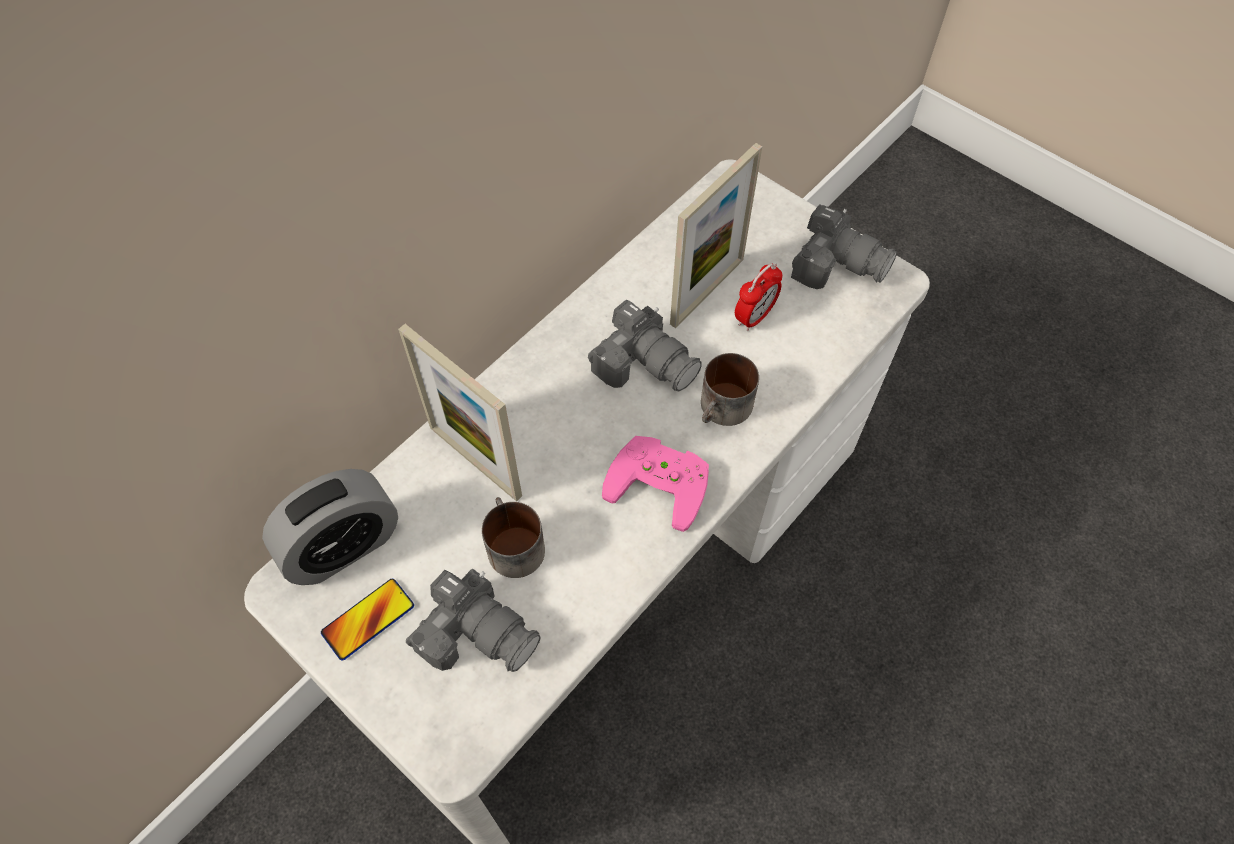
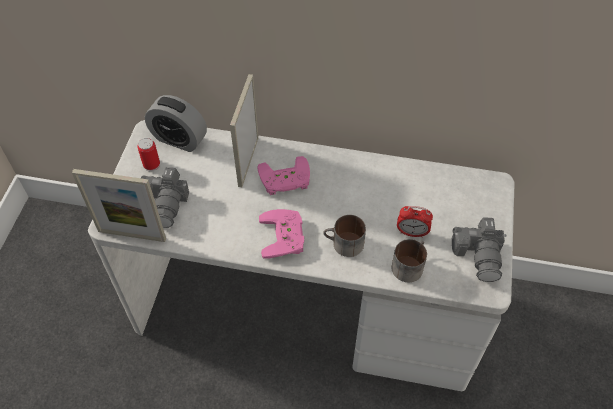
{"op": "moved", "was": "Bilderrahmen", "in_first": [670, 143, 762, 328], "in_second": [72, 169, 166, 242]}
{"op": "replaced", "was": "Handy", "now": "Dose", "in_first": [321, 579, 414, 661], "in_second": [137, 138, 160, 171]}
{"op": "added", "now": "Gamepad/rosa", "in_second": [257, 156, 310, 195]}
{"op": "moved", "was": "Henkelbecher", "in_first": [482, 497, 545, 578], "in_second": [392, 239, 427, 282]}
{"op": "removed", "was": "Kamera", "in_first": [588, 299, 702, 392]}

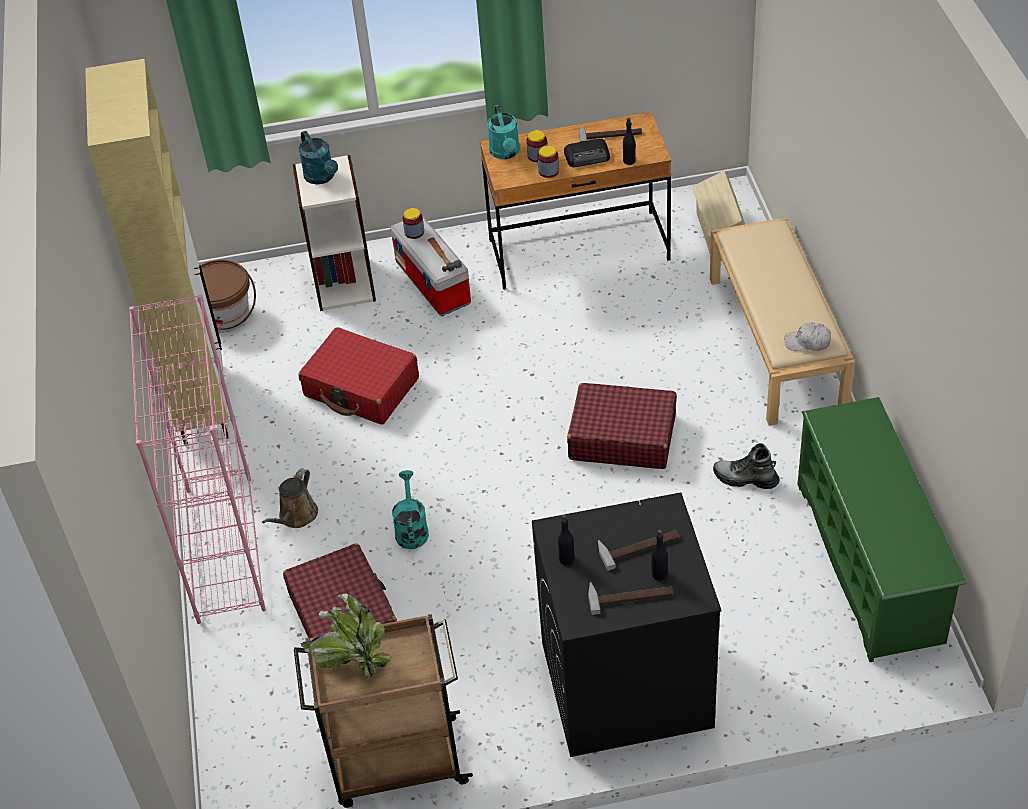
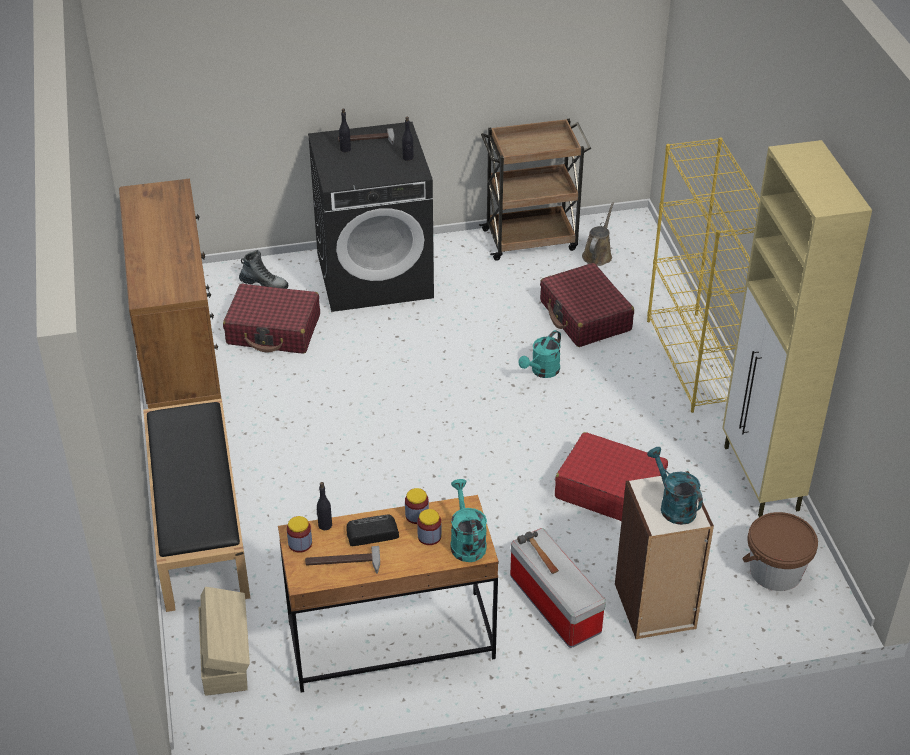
{"op": "replaced", "was": "Schuhregal/grün", "now": "Kommode/braun", "in_first": [797, 397, 966, 662], "in_second": [119, 179, 221, 409]}
{"op": "recoloured", "was": "Bank/beige", "now": "Bank/schwarz", "in_first": [710, 217, 855, 426], "in_second": [143, 399, 250, 612]}
{"op": "moved", "was": "Koffer/rot", "in_first": [567, 383, 677, 469], "in_second": [223, 284, 320, 354]}
{"op": "moved", "was": "Stiefel", "in_first": [713, 443, 780, 489], "in_second": [239, 250, 288, 289]}
{"op": "moved", "was": "Vorratsglas", "in_first": [402, 208, 424, 239], "in_second": [287, 516, 312, 553]}
{"op": "turned", "was": "Gießkanne/türkis", "in_first": [392, 470, 429, 549], "in_second": [518, 330, 561, 378], "clockwise": 45}
{"op": "moved", "was": "Gießkanne/braun", "in_first": [262, 468, 318, 528], "in_second": [582, 203, 614, 266]}
{"op": "recoloured", "was": "Bücherregal/rosa", "now": "Bücherregal/gelb", "in_first": [129, 294, 266, 624], "in_second": [647, 137, 760, 413]}
{"op": "removed", "was": "Topfpflanze", "in_first": [301, 594, 392, 678]}
{"op": "removed", "was": "Hammer", "in_first": [598, 530, 680, 571]}
{"op": "removed", "was": "Kappe/weiß", "in_first": [784, 322, 831, 351]}

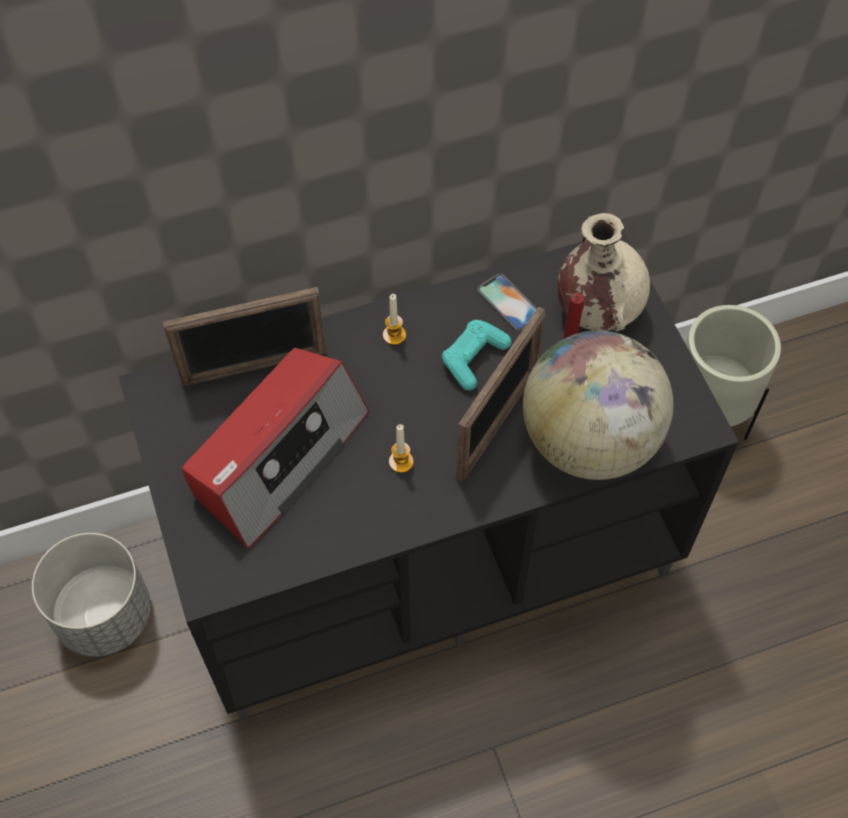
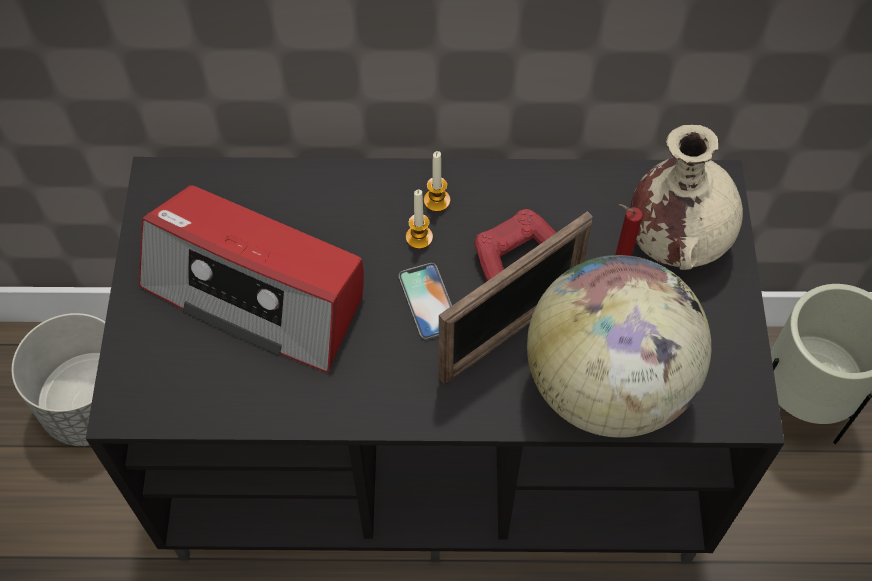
{"op": "turned", "was": "Radio", "in_first": [182, 348, 369, 549], "in_second": [139, 185, 364, 373], "clockwise": 60}
{"op": "moved", "was": "Handy", "in_first": [477, 274, 537, 331], "in_second": [399, 263, 452, 340]}
{"op": "moved", "was": "Kerze", "in_first": [389, 424, 414, 473], "in_second": [406, 190, 433, 249]}
{"op": "recoloured", "was": "Gamepad/türkis", "now": "Gamepad/rot", "in_first": [442, 320, 511, 390], "in_second": [475, 209, 556, 281]}
{"op": "removed", "was": "Bilderrahmen", "in_first": [163, 287, 326, 386]}

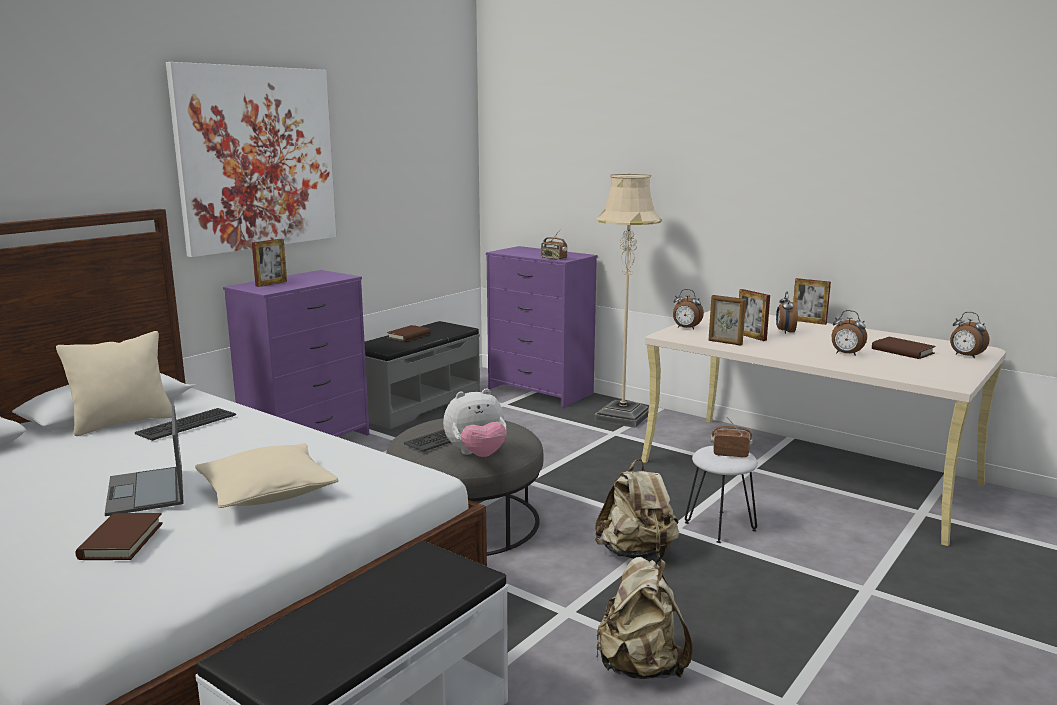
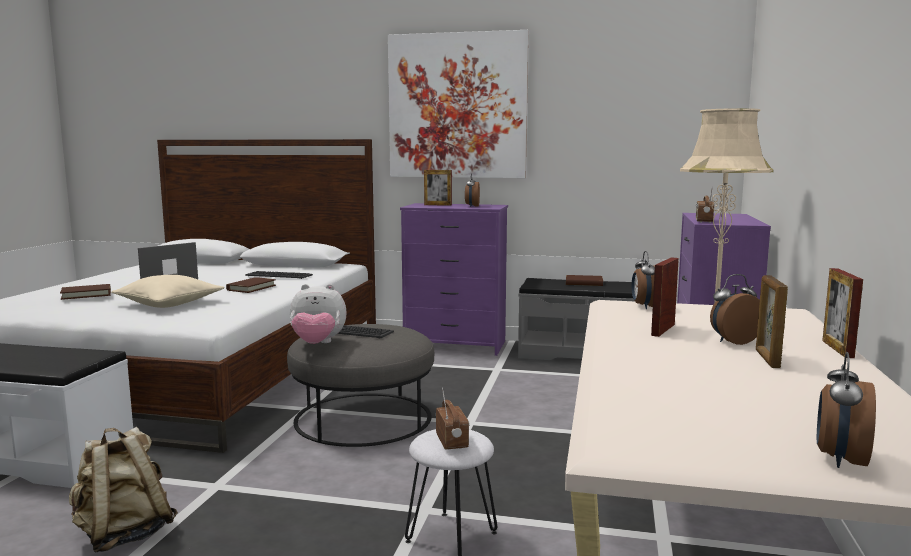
{"op": "moved", "was": "Buch/braun", "in_first": [872, 337, 936, 359], "in_second": [226, 277, 276, 293]}
{"op": "turned", "was": "Plüschtier", "in_first": [443, 388, 507, 457], "in_second": [290, 284, 347, 344], "clockwise": -45}
{"op": "moved", "was": "Wecker", "in_first": [832, 310, 867, 356], "in_second": [465, 173, 480, 207]}
{"op": "moved", "was": "Bilderrahmen", "in_first": [709, 295, 746, 345], "in_second": [756, 275, 788, 368]}
{"op": "removed", "was": "Kissen/beige", "in_first": [56, 331, 172, 436]}
{"op": "removed", "was": "Rucksack/beige", "in_first": [595, 459, 679, 559]}

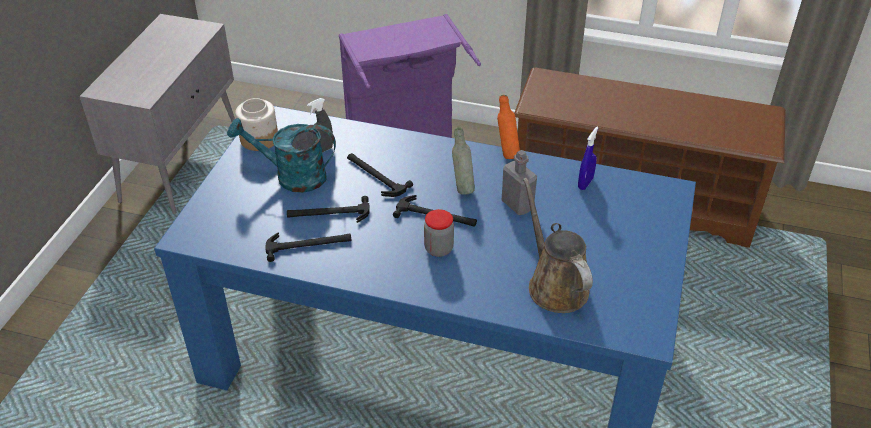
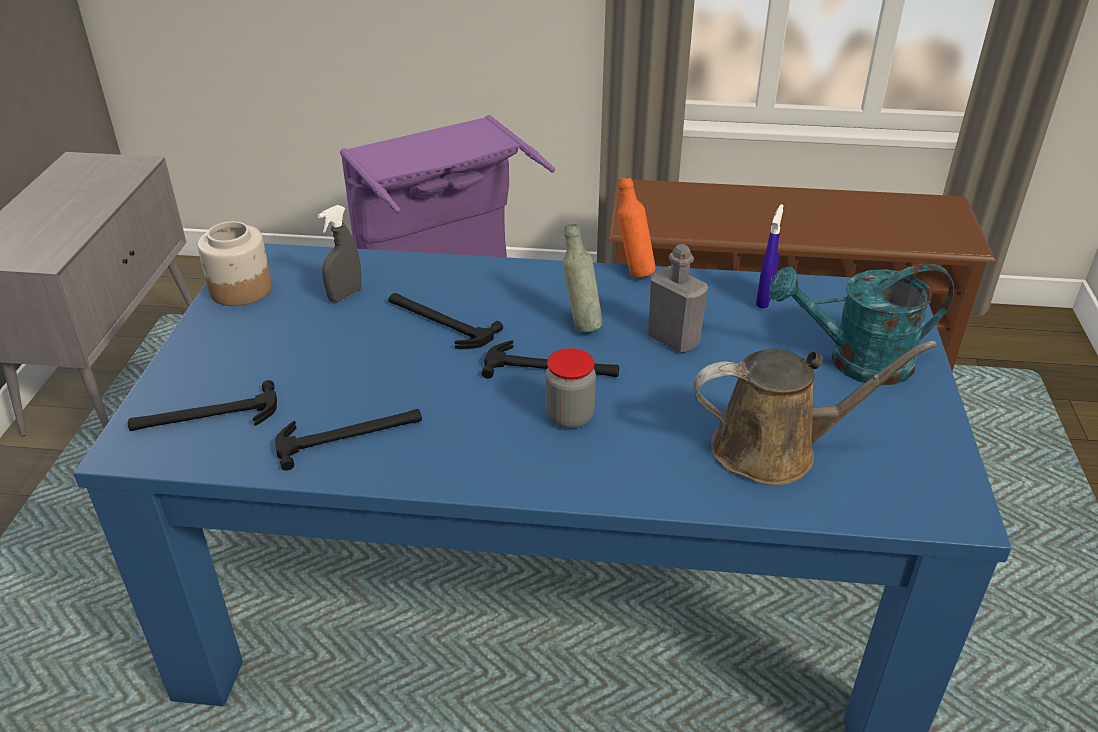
{"op": "moved", "was": "Hammer", "in_first": [287, 196, 370, 223], "in_second": [128, 380, 277, 431]}
{"op": "turned", "was": "Gießkanne/braun", "in_first": [523, 178, 593, 313], "in_second": [694, 341, 937, 486], "clockwise": 120}
{"op": "moved", "was": "Gießkanne/türkis", "in_first": [227, 118, 336, 193], "in_second": [769, 264, 954, 385]}

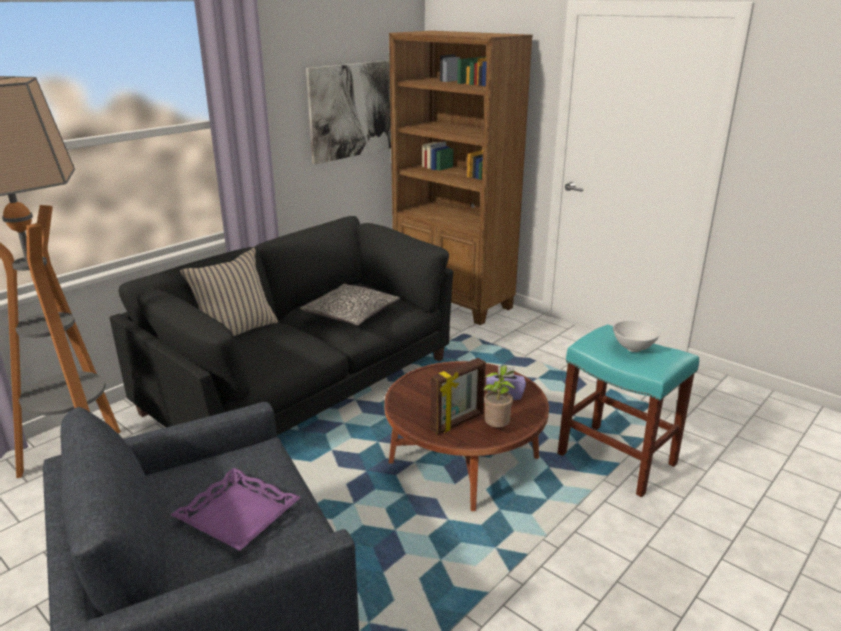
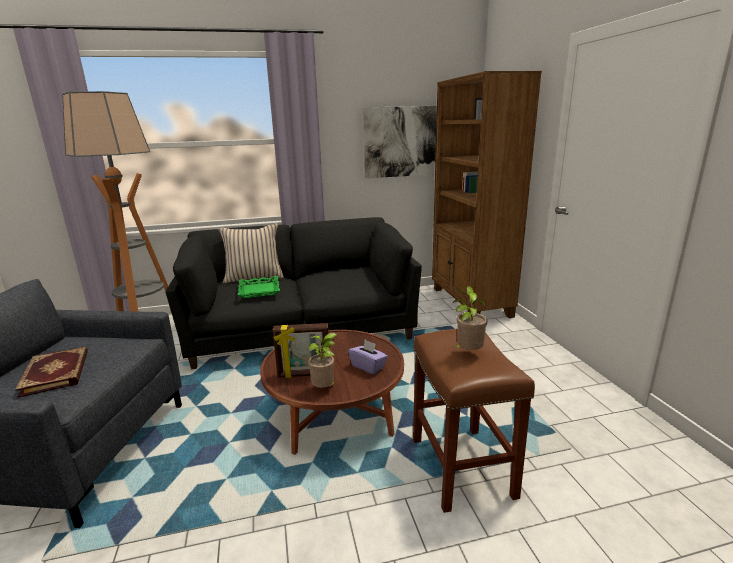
{"op": "replaced", "was": "Tablett/lila", "now": "Buch", "in_first": [170, 468, 301, 551], "in_second": [15, 347, 88, 398]}
{"op": "added", "now": "Tablett/grün", "in_second": [237, 276, 280, 298]}
{"op": "recoloured", "was": "Hocker/türkis", "now": "Hocker/braun", "in_first": [558, 324, 699, 497], "in_second": [413, 329, 535, 513]}
{"op": "replaced", "was": "Schüssel/weiß", "now": "Topfpflanze", "in_first": [613, 320, 660, 352], "in_second": [453, 286, 487, 350]}
{"op": "removed", "was": "Kissen", "in_first": [300, 284, 400, 326]}

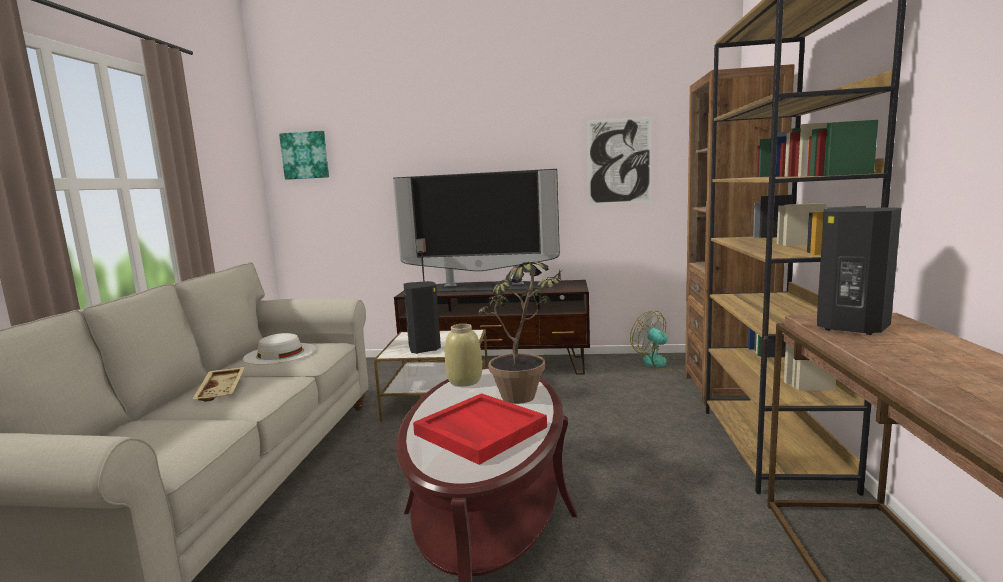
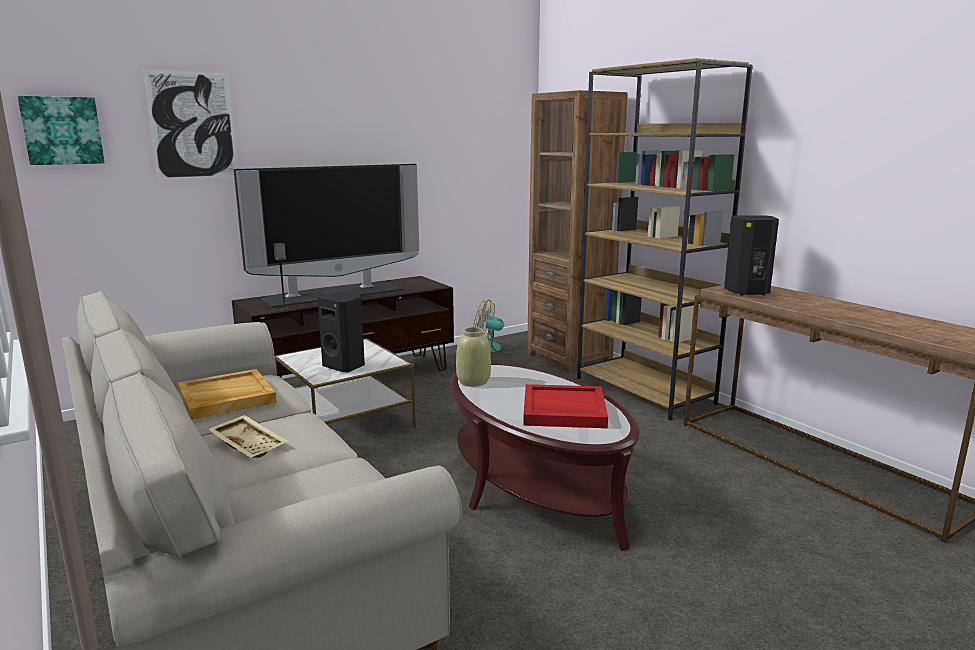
{"op": "moved", "was": "Bild", "in_first": [587, 116, 651, 205], "in_second": [143, 70, 237, 180]}
{"op": "replaced", "was": "Hut/weiß", "now": "Tablett/beige", "in_first": [243, 333, 316, 365], "in_second": [178, 369, 277, 420]}
{"op": "removed", "was": "Topfpflanze", "in_first": [478, 262, 563, 404]}

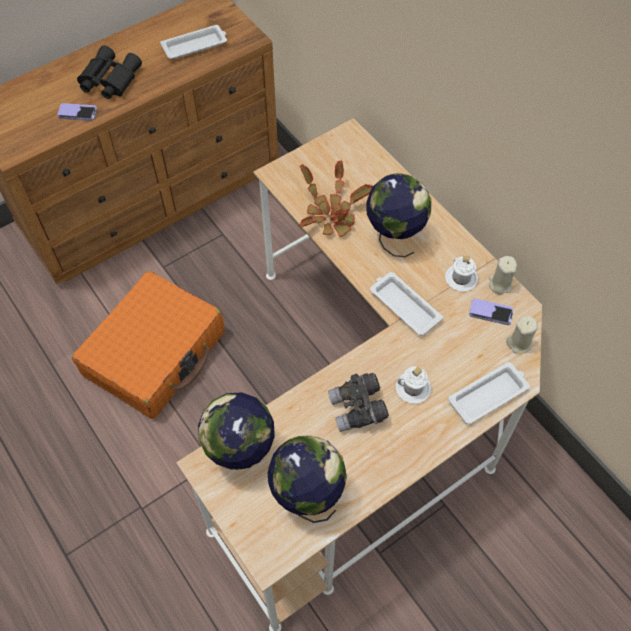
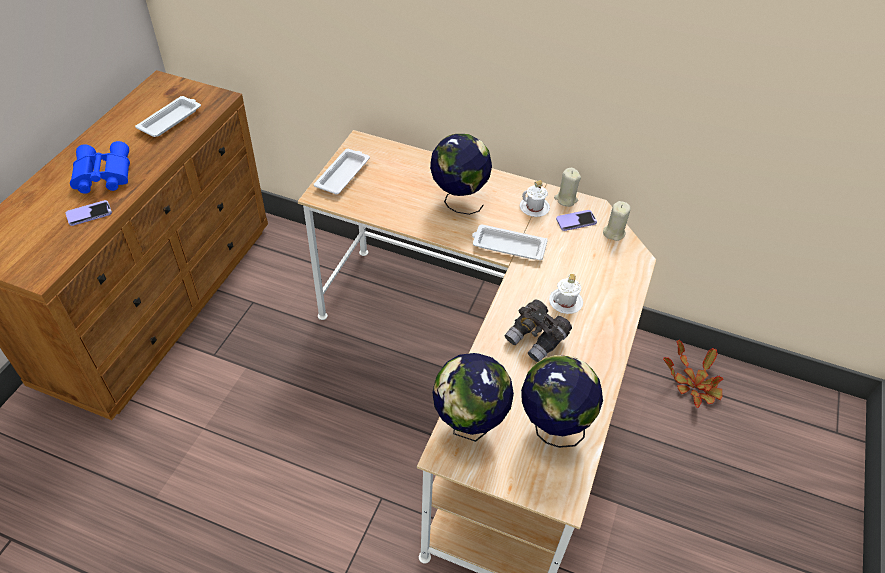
{"op": "recoloured", "was": "Fernglas/schwarz", "now": "Fernglas/blau", "in_first": [77, 45, 142, 99], "in_second": [70, 141, 130, 194]}
{"op": "moved", "was": "Tablett/weiß", "in_first": [448, 362, 530, 424], "in_second": [314, 149, 370, 194]}
{"op": "moved", "was": "Topfpflanze", "in_first": [299, 160, 373, 237], "in_second": [663, 340, 723, 408]}
{"op": "removed", "was": "Koffer/orange", "in_first": [72, 271, 225, 419]}

